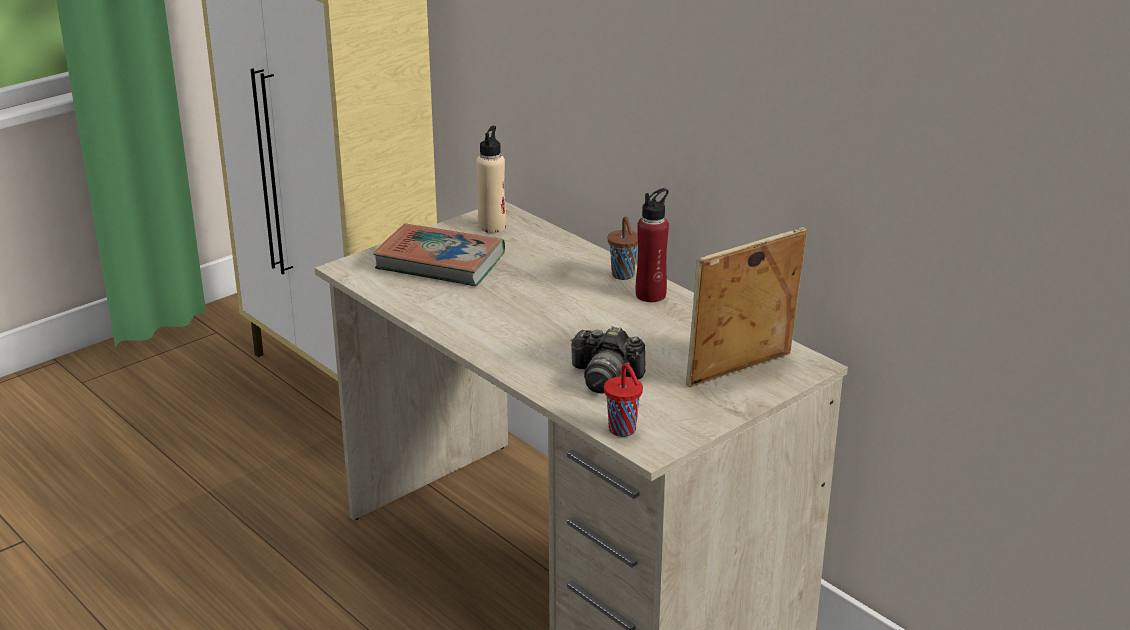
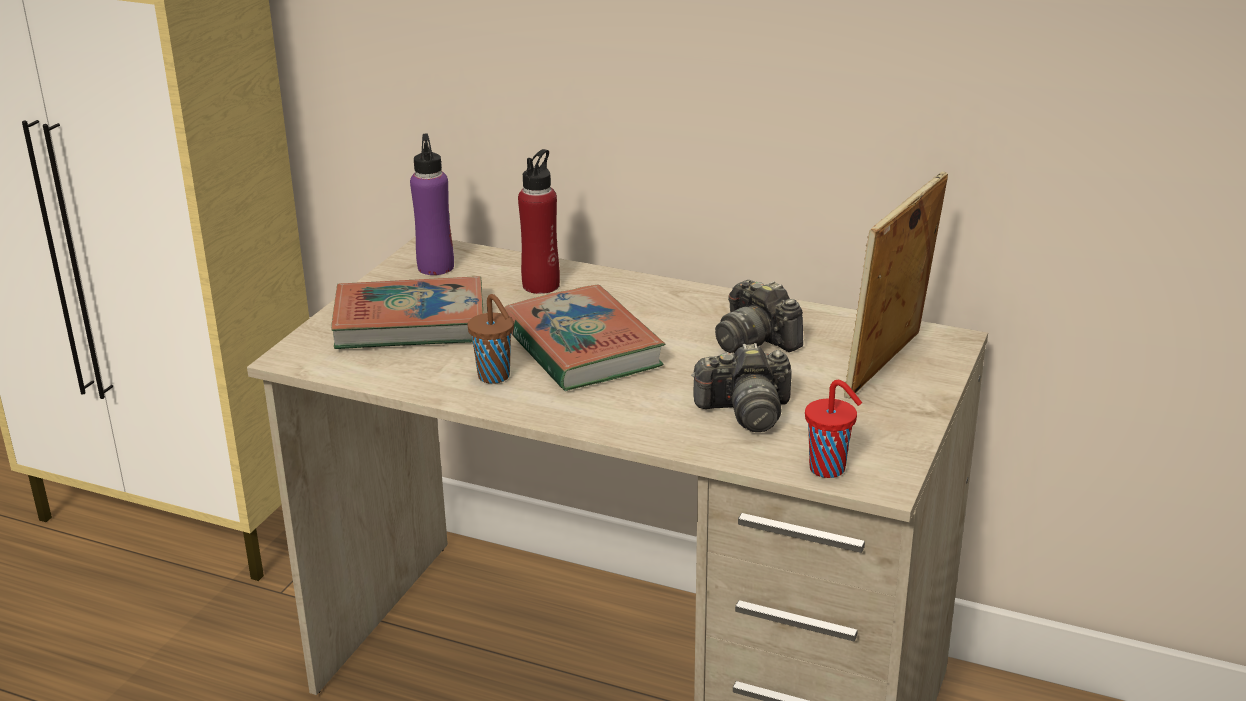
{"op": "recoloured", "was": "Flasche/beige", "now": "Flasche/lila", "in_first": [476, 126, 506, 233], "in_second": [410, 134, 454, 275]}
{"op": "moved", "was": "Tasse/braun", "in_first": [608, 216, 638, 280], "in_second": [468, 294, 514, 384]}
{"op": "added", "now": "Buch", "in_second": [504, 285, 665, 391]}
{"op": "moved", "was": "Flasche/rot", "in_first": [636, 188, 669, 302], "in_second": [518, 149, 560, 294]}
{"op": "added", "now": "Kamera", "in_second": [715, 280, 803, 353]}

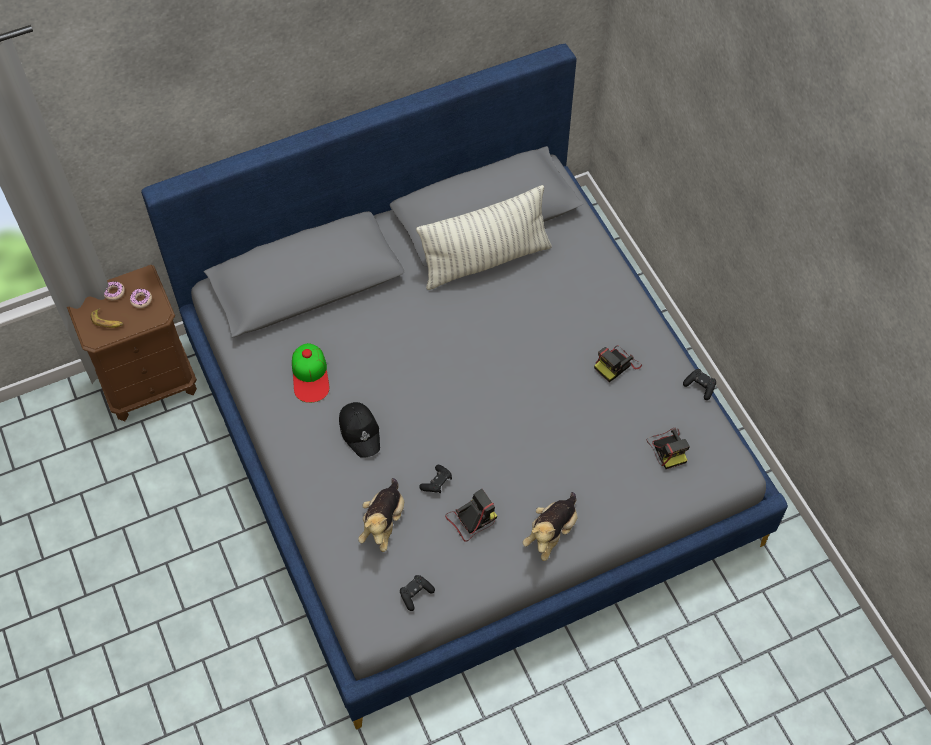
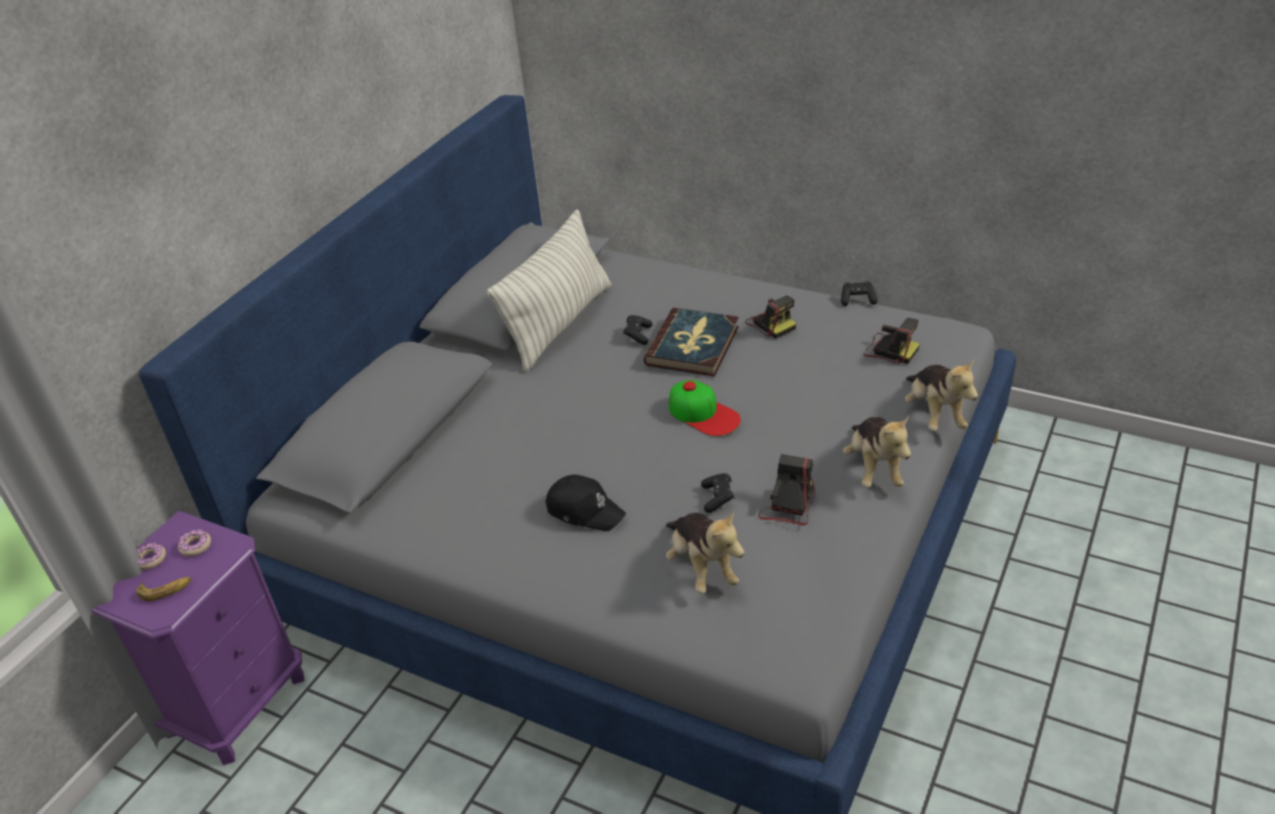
{"op": "recoloured", "was": "Nachttisch/braun", "now": "Nachttisch/lila", "in_first": [67, 265, 197, 421], "in_second": [91, 511, 305, 765]}
{"op": "moved", "was": "Gamepad/schwarz", "in_first": [400, 575, 435, 611], "in_second": [623, 315, 652, 345]}
{"op": "added", "now": "Buch", "in_second": [644, 308, 739, 377]}
{"op": "moved", "was": "Kappe", "in_first": [292, 343, 329, 403], "in_second": [669, 380, 741, 436]}
{"op": "turned", "was": "Kamera", "in_first": [594, 345, 642, 382], "in_second": [745, 295, 796, 339], "clockwise": -45}
{"op": "added", "now": "Plüschtier", "in_second": [905, 360, 978, 431]}

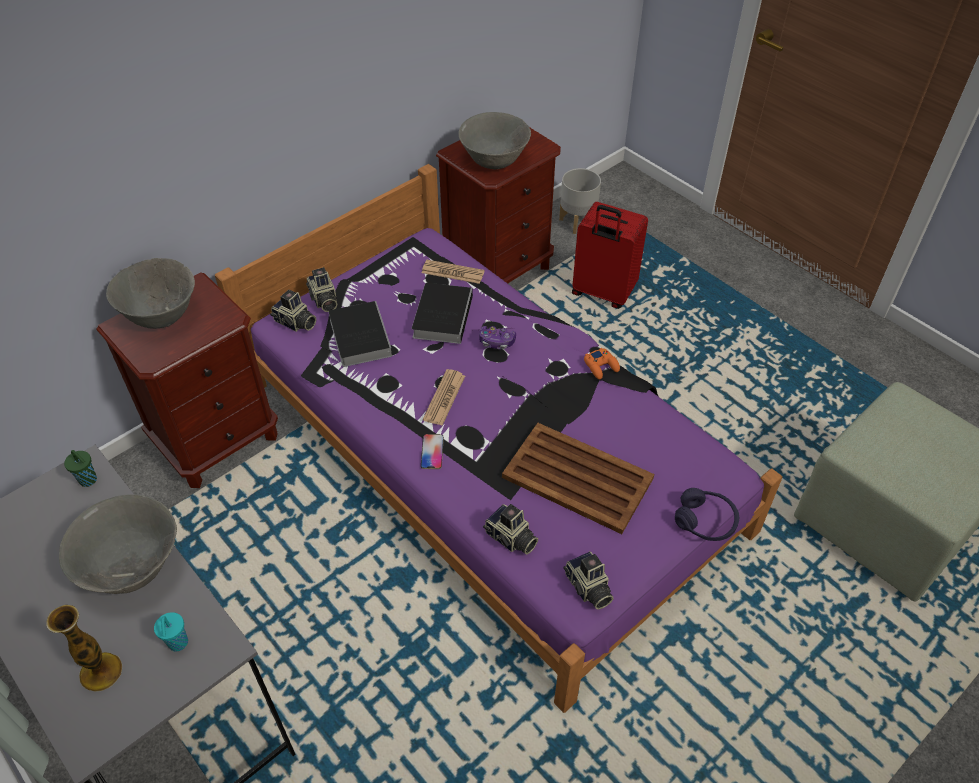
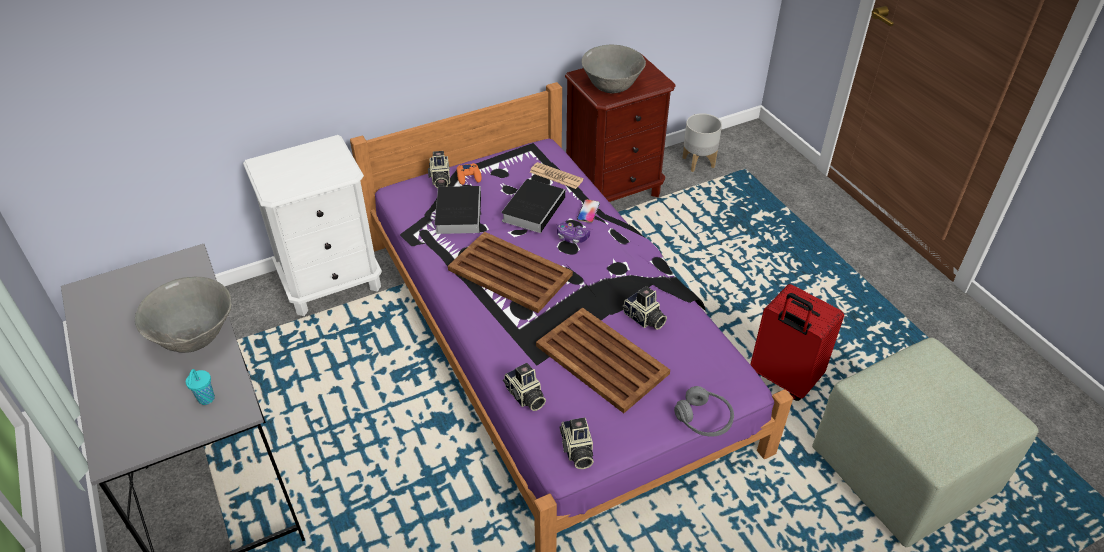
{"op": "recoloured", "was": "Nachttisch/braun", "now": "Nachttisch/weiß", "in_first": [97, 272, 278, 488], "in_second": [243, 135, 382, 316]}
{"op": "replaced", "was": "Zeitung", "now": "Tablett/braun", "in_first": [423, 369, 465, 426], "in_second": [448, 232, 573, 313]}
{"op": "moved", "was": "Gamepad/orange", "in_first": [584, 348, 620, 379], "in_second": [457, 163, 482, 185]}
{"op": "moved", "was": "Handy", "in_first": [421, 434, 444, 469], "in_second": [577, 199, 600, 223]}
{"op": "moved", "was": "Kamera", "in_first": [270, 290, 316, 332], "in_second": [622, 286, 667, 330]}
{"op": "recoloured", "was": "Kopfhörer/lila", "now": "Kopfhörer/grau", "in_first": [675, 488, 739, 541], "in_second": [674, 386, 734, 437]}
{"op": "moved", "was": "Koffer/rot", "in_first": [572, 202, 648, 309], "in_second": [750, 284, 844, 401]}
{"op": "removed", "was": "Vase", "in_first": [46, 605, 122, 692]}
{"op": "removed", "was": "Tasse/grün", "in_first": [64, 450, 97, 487]}
{"op": "removed", "was": "Schüssel/grau", "in_first": [106, 258, 195, 329]}

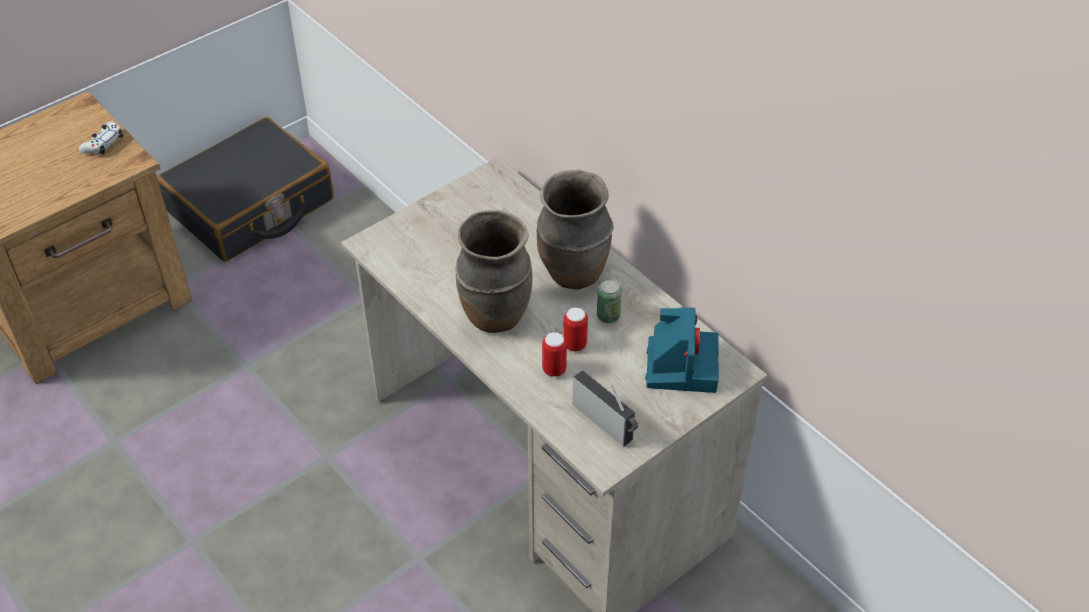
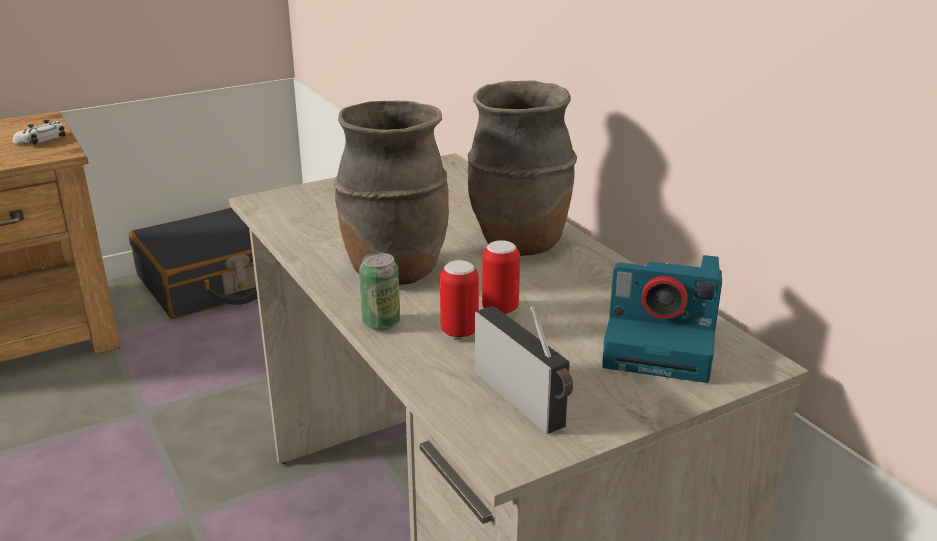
{"op": "moved", "was": "Dose", "in_first": [597, 279, 622, 323], "in_second": [359, 253, 400, 331]}
{"op": "turned", "was": "Kamera", "in_first": [646, 307, 719, 393], "in_second": [602, 255, 722, 383], "clockwise": 90}

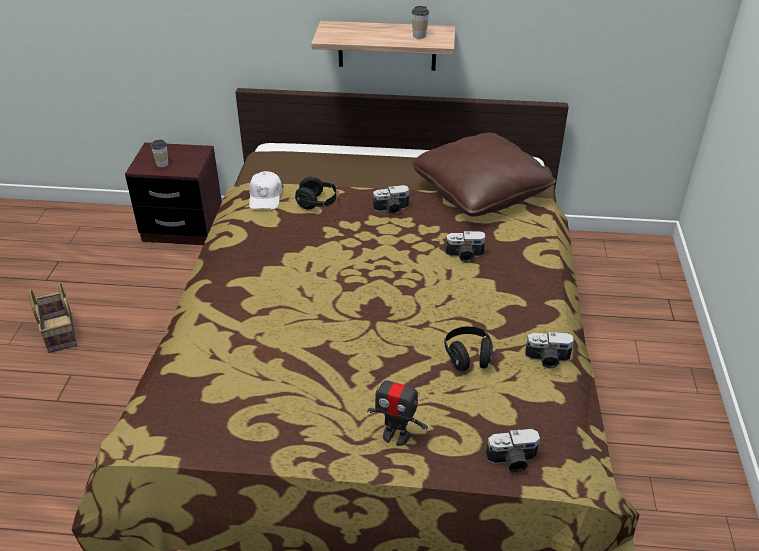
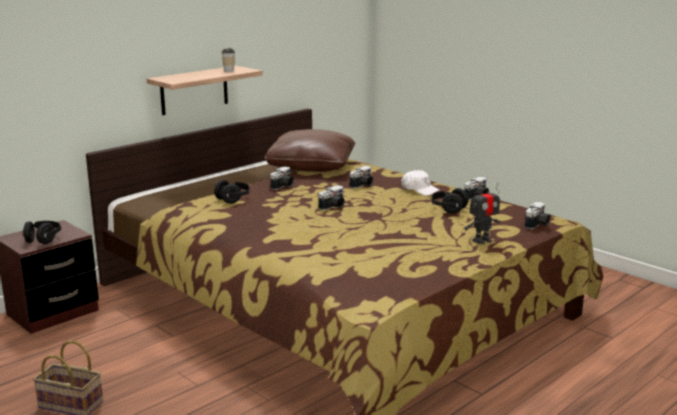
{"op": "replaced", "was": "Tasse", "now": "Kopfhörer/schwarz", "in_first": [151, 140, 168, 167], "in_second": [22, 221, 61, 244]}
{"op": "added", "now": "Kamera", "in_second": [318, 185, 345, 210]}
{"op": "moved", "was": "Kappe/weiß", "in_first": [249, 171, 282, 209], "in_second": [401, 170, 440, 196]}

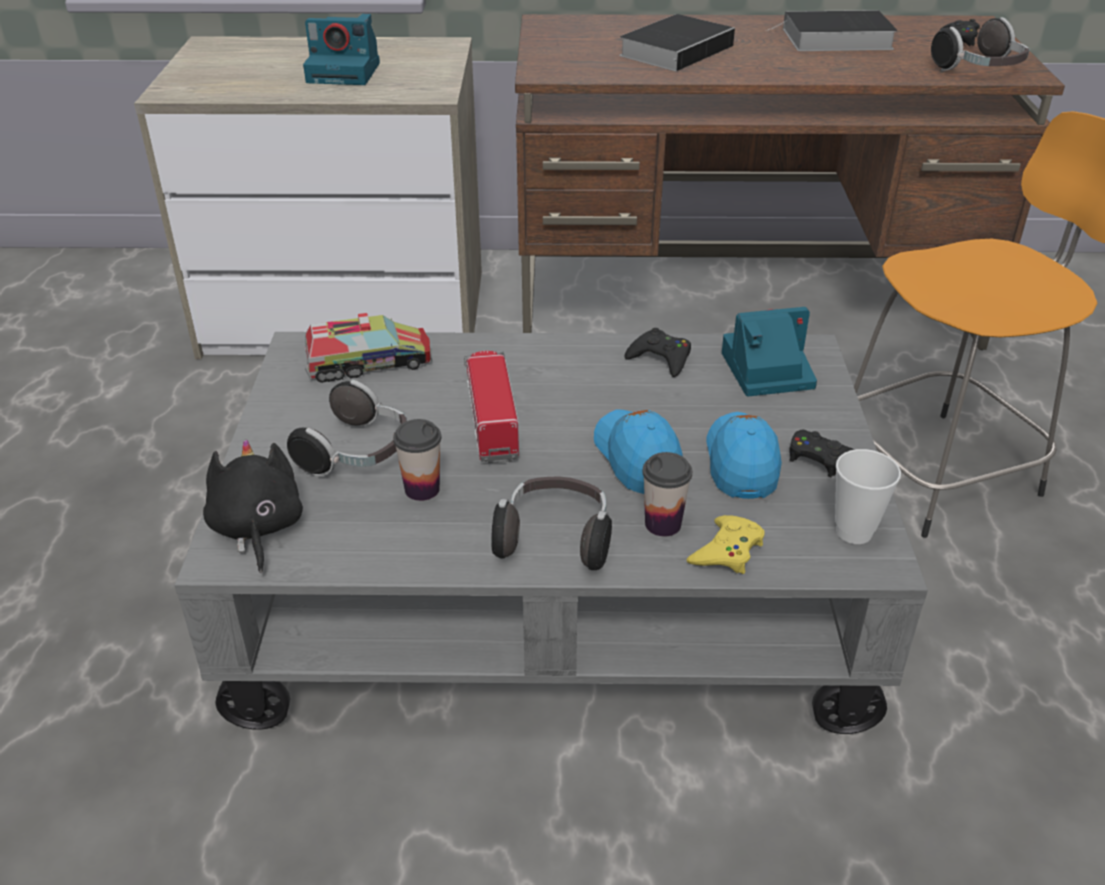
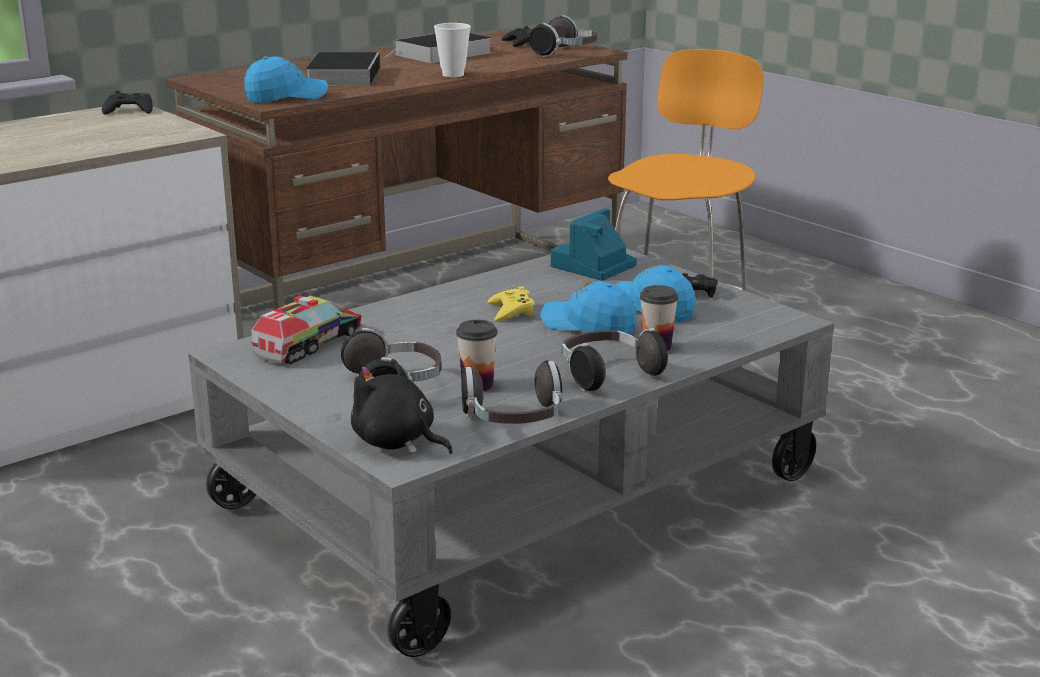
{"op": "moved", "was": "Gamepad/schwarz", "in_first": [625, 328, 691, 377], "in_second": [102, 91, 153, 115]}
{"op": "added", "now": "Kappe/blau", "in_second": [244, 56, 328, 103]}
{"op": "moved", "was": "Tasse", "in_first": [835, 449, 901, 544], "in_second": [434, 23, 471, 77]}
{"op": "added", "now": "Kopfhörer", "in_second": [461, 361, 563, 424]}
{"op": "moved", "was": "Gamepad/gelb", "in_first": [687, 515, 765, 574], "in_second": [487, 286, 535, 322]}
{"op": "removed", "was": "Kamera", "in_first": [303, 13, 380, 85]}
{"op": "removed", "was": "Spielzeuglaster", "in_first": [464, 351, 519, 463]}

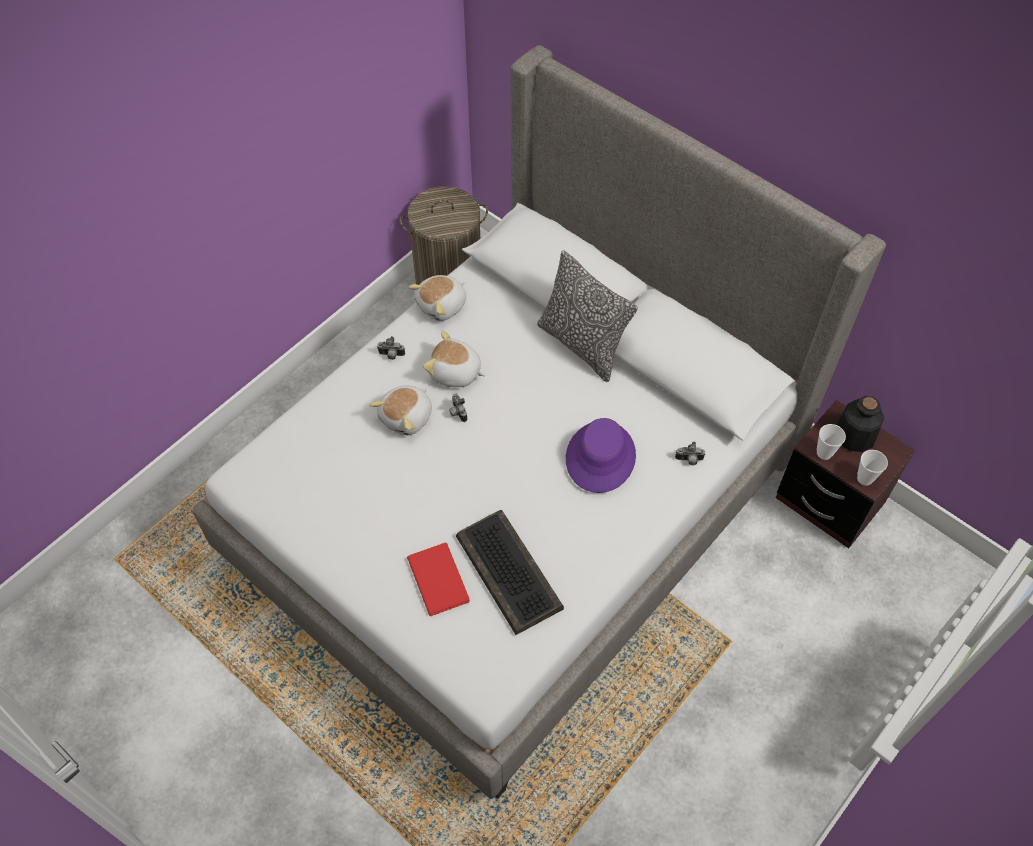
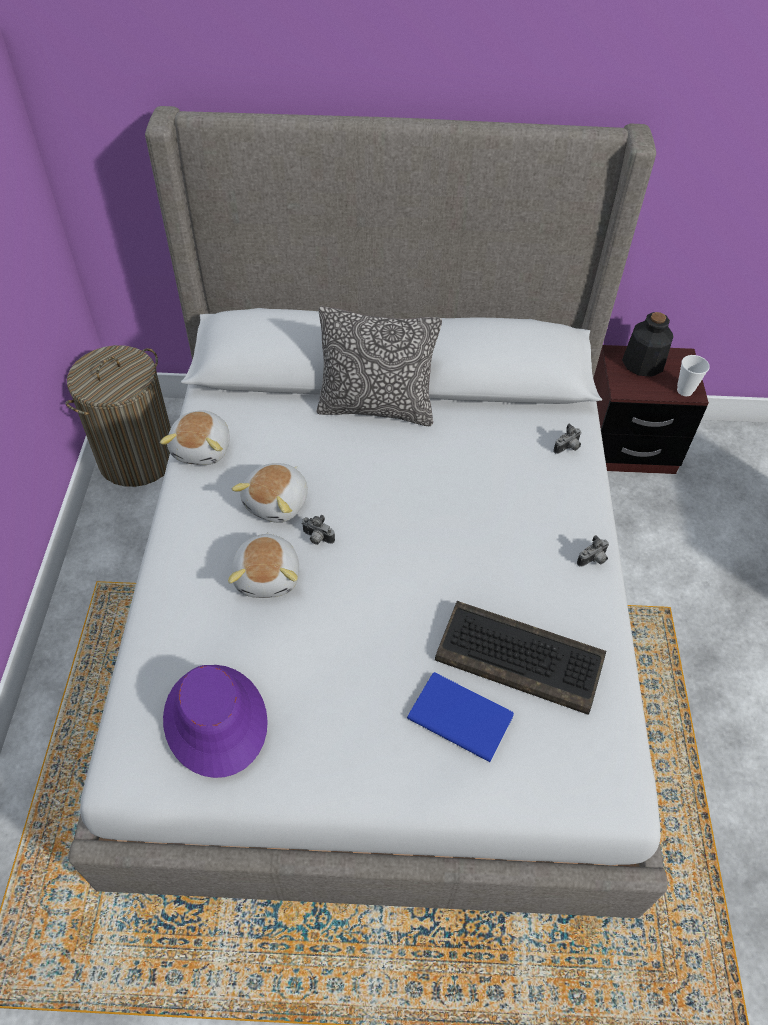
{"op": "moved", "was": "Hut/lila", "in_first": [566, 418, 636, 493], "in_second": [163, 665, 268, 778]}
{"op": "turned", "was": "Plüschtier", "in_first": [423, 331, 485, 387], "in_second": [232, 463, 308, 523], "clockwise": -45}
{"op": "recoloured", "was": "Buch/rot", "now": "Buch/blau", "in_first": [407, 542, 470, 616], "in_second": [407, 672, 514, 762]}
{"op": "moved", "was": "Kamera", "in_first": [377, 336, 405, 360], "in_second": [577, 535, 609, 567]}
{"op": "removed", "was": "Tasse", "in_first": [817, 424, 846, 460]}

